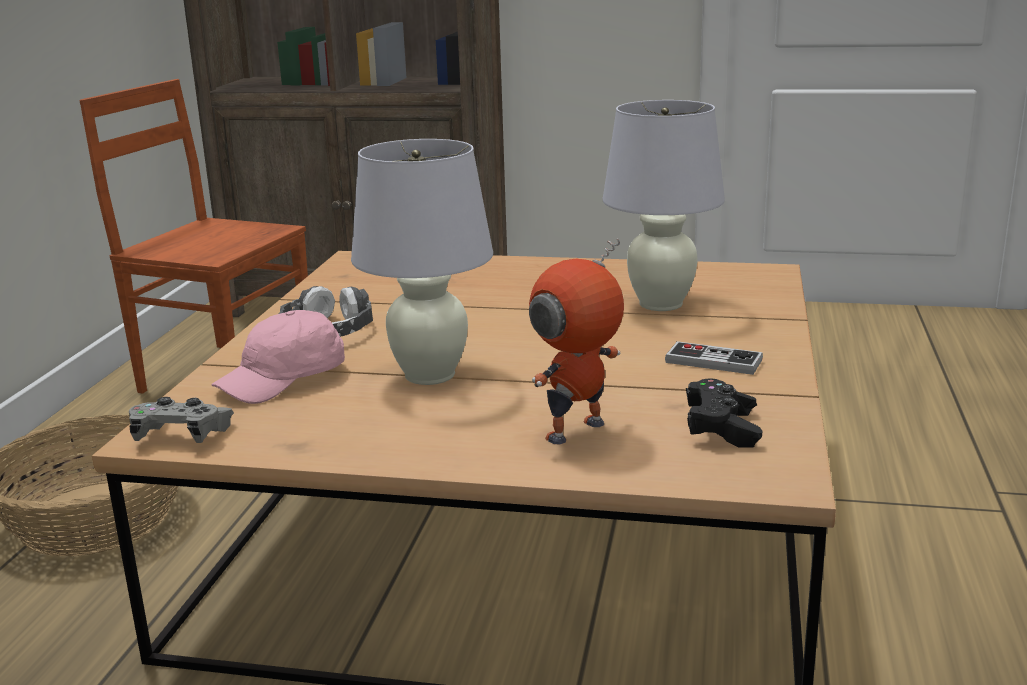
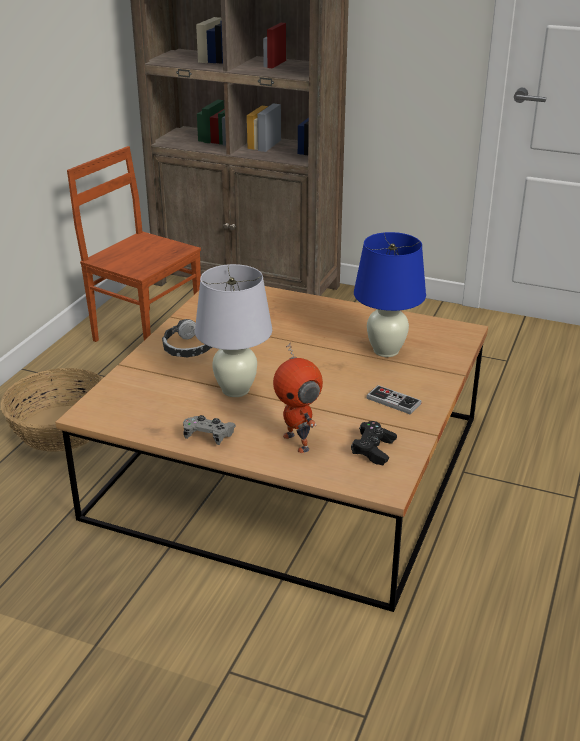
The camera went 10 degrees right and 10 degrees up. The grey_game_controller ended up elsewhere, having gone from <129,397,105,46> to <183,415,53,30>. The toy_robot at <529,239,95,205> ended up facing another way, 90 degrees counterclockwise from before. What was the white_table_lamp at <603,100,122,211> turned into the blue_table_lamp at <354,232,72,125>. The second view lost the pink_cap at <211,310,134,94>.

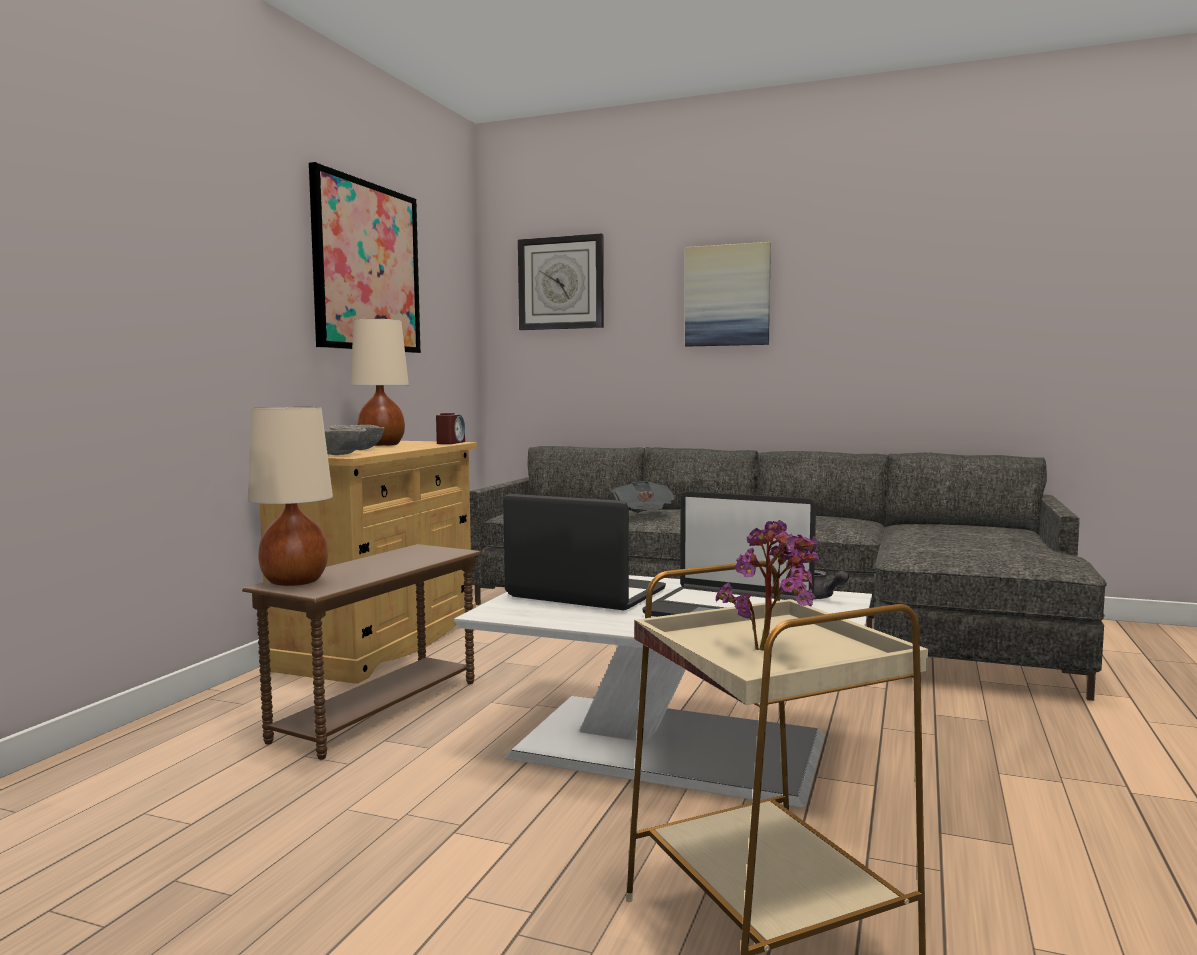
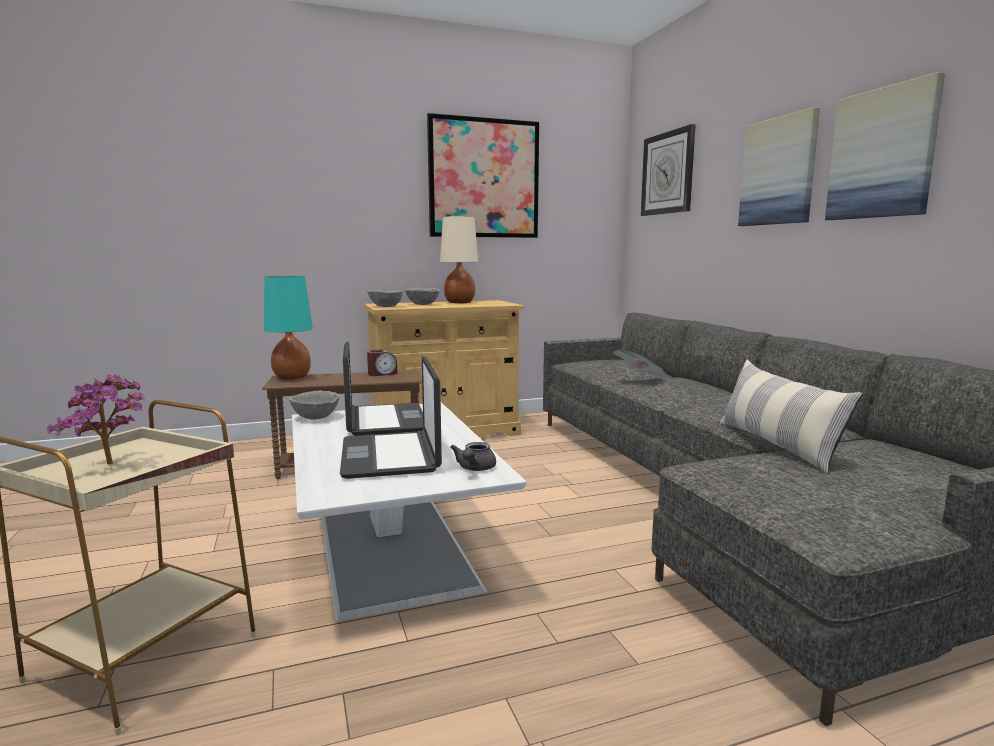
The camera went 50 degrees right and 5 degrees up. What was the beige_table_lamp at <248,407,85,179> turned into the turquoise_table_lamp at <264,276,49,104>. The second view gained the grey_bowl at <289,391,50,29>. The alarm_clock ended up elsewhere, having gone from <436,413,29,31> to <367,349,30,27>. The second view gained the pillow at <720,360,143,114>. The second view gained the picture at <825,72,120,148>.

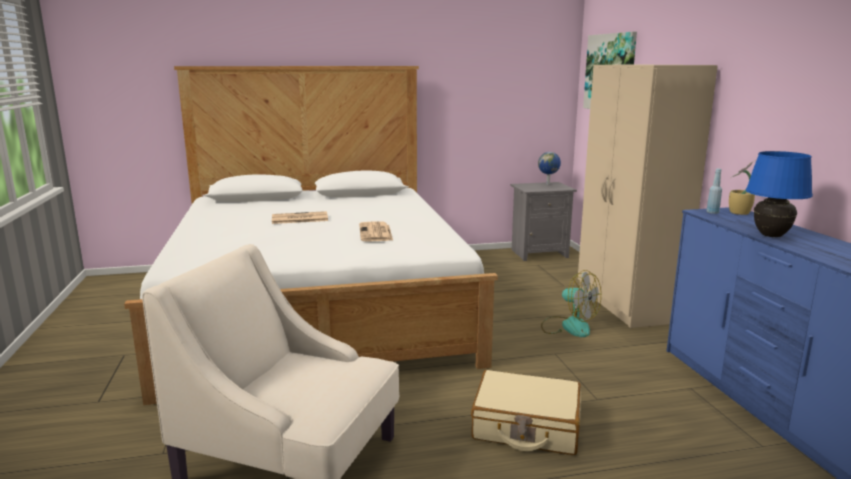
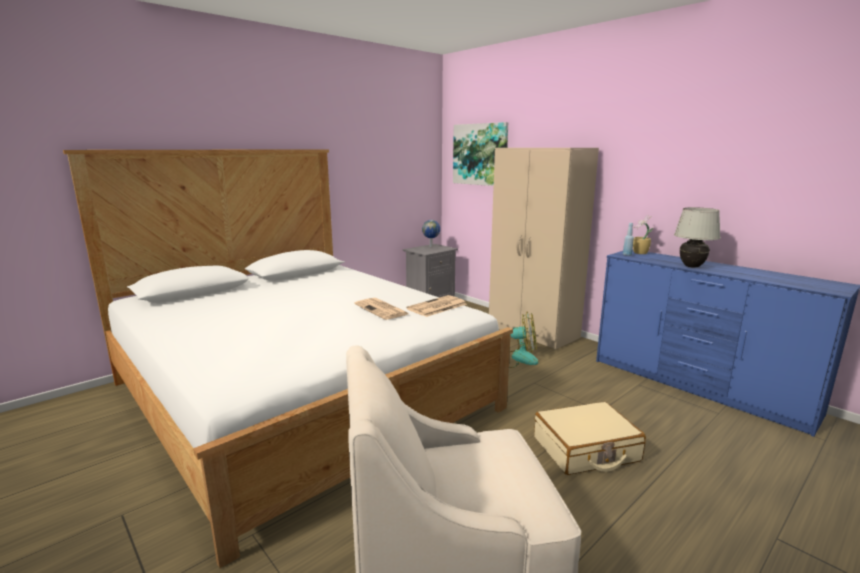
The camera went 30 degrees left and 0 degrees up. The newspaper ended up elsewhere, having gone from <272,211,56,13> to <407,295,60,22>. What was the blue_table_lamp at <746,151,67,86> turned into the white_table_lamp at <674,207,47,61>.

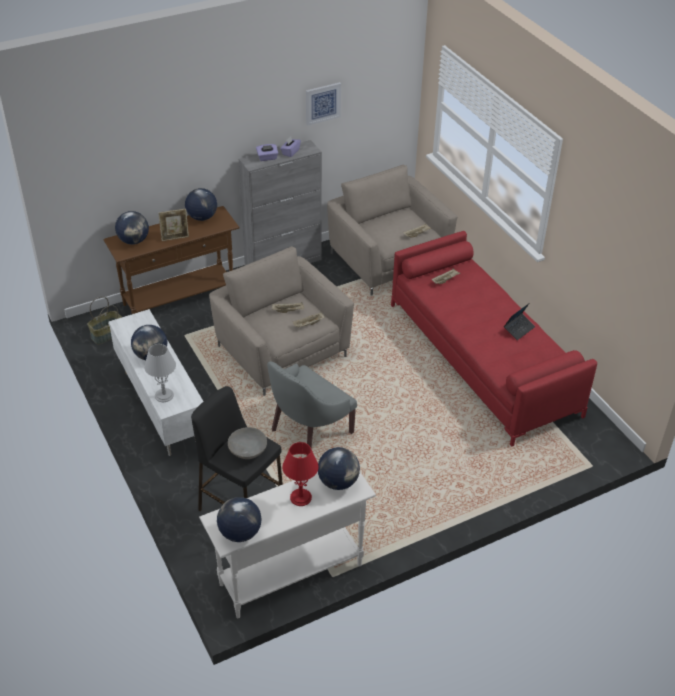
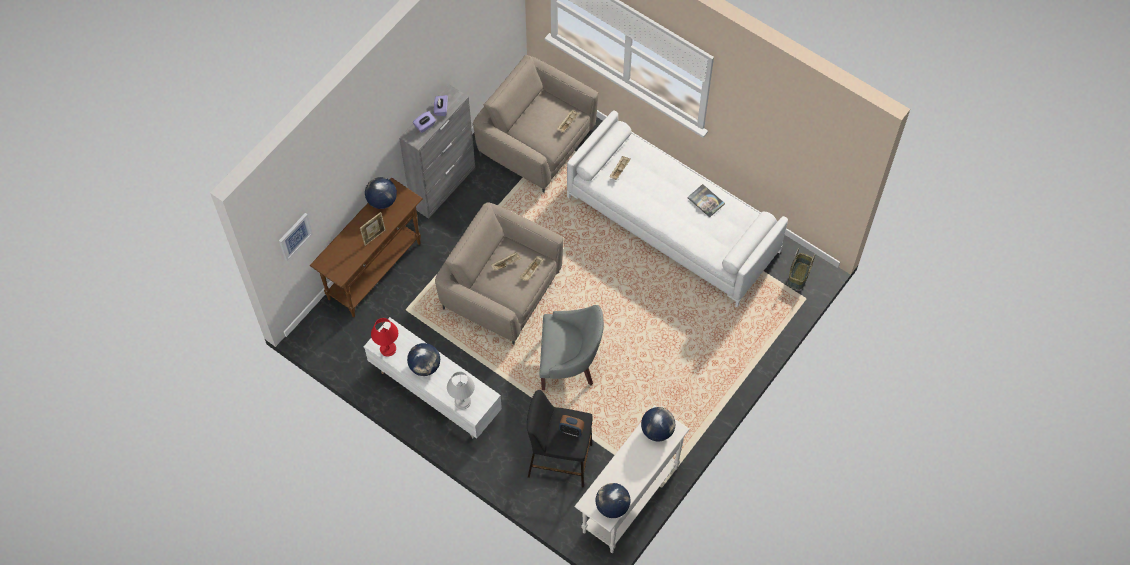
The camera went 25 degrees left and 20 degrees up. The picture ended up elsewhere, having gone from <306,82,35,44> to <279,213,34,48>. The red_table_lamp ended up elsewhere, having gone from <282,442,37,64> to <371,318,27,38>. The grey_armchair at <267,361,90,95> ended up facing another way, 105 degrees counterclockwise from before. Where the grey_bowl stood at <228,427,39,32>, the alarm_clock came to stand at <559,415,25,22>. What was the red_sofa at <391,231,206,216> turned into the white_sofa at <567,111,221,196>. Where the laptop stood at <504,304,31,36>, the book came to stand at <687,184,38,33>. The basket ended up elsewhere, having gone from <87,296,35,49> to <788,248,27,42>. The second view lost the globe at <115,211,34,34>.

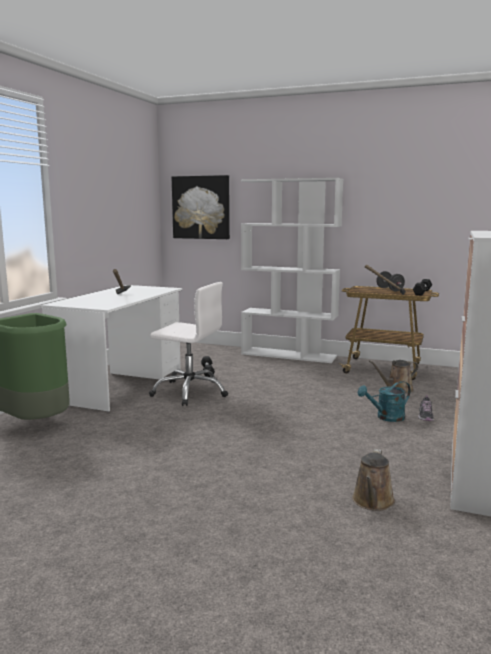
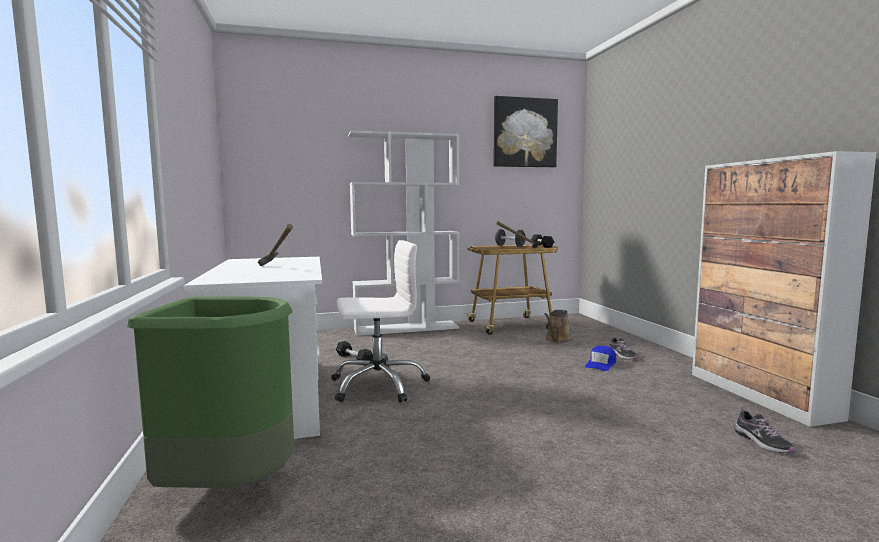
The camera went 35 degrees left and 5 degrees down. The picture ended up elsewhere, having gone from <172,175,58,64> to <493,96,65,71>. Where the turquoise_watering_can stood at <358,381,53,41>, the blue_cap came to stand at <585,346,31,25>. Where the brown_watering_can stood at <352,449,43,62>, the shoe came to stand at <734,408,61,45>.

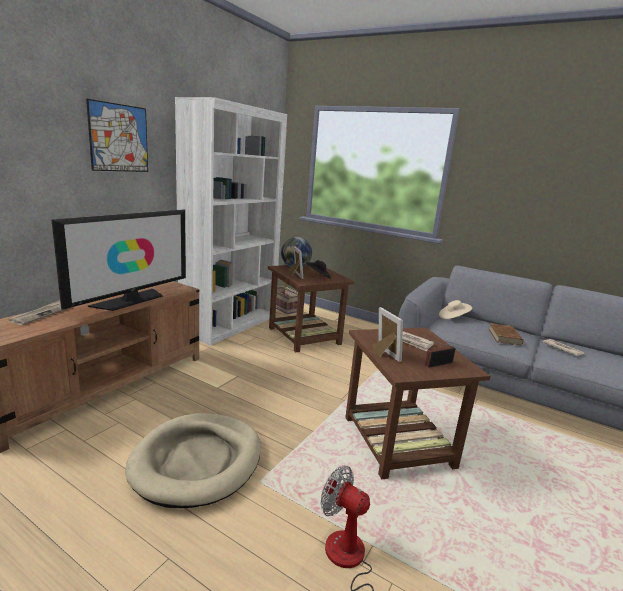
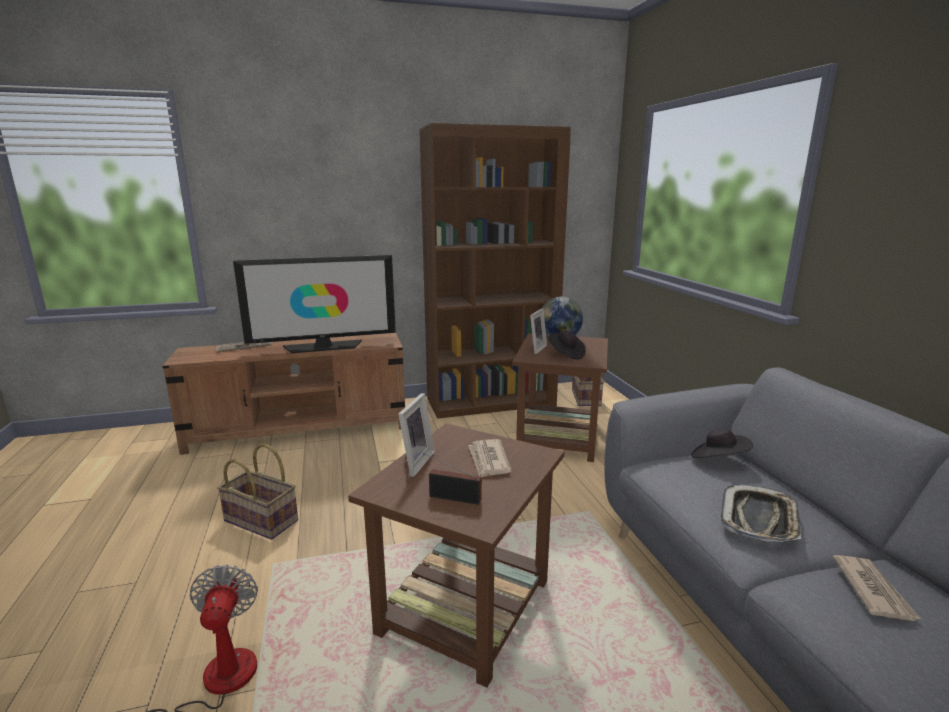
The camera went 45 degrees right and 0 degrees up. Where the beige_dog_bed stood at <125,413,136,95>, the basket came to stand at <217,443,81,97>. What was the white_bookcase at <175,97,112,249> turned into the brown_bookcase at <419,123,152,296>. What was the beige_hat at <439,300,33,19> turned into the black_hat at <691,429,62,29>. Where the brown_book stood at <489,323,34,23>, the tray came to stand at <721,484,81,58>. The second view lost the picture at <86,99,62,73>.

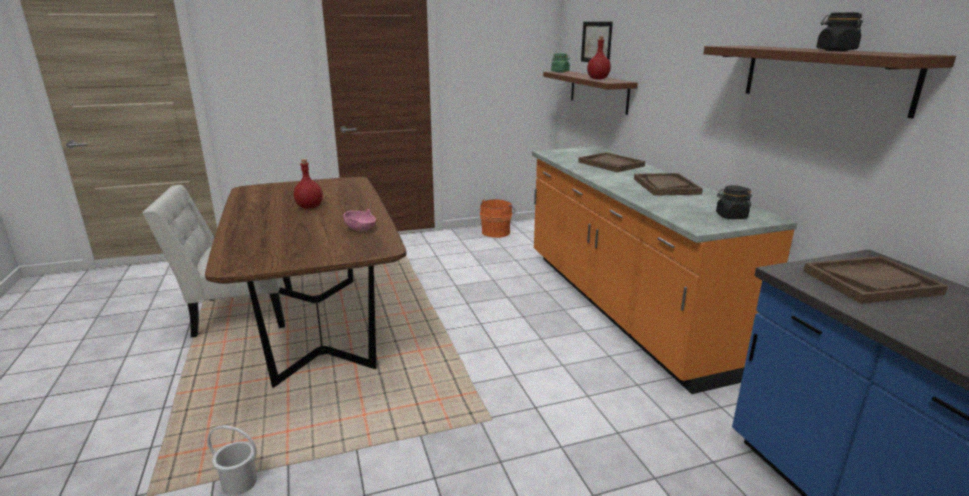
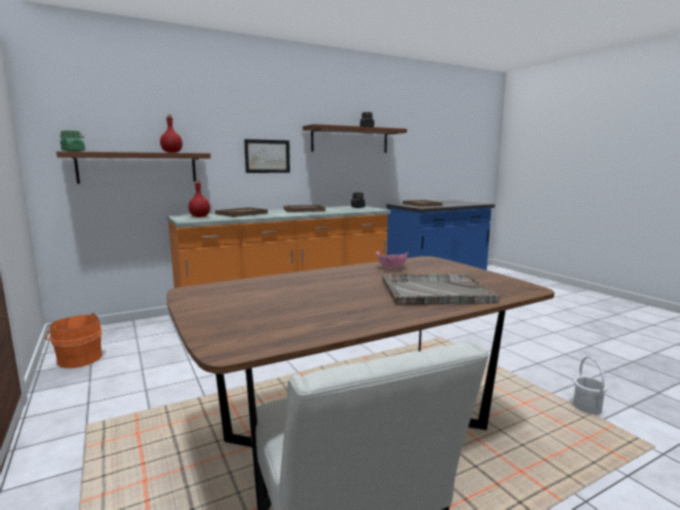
The camera went 100 degrees left and 10 degrees down. The red_bottle ended up elsewhere, having gone from <294,159,29,50> to <188,180,22,37>. The picture ended up elsewhere, having gone from <581,22,32,40> to <244,139,46,34>. The second view gained the grey_tray at <382,274,117,31>.

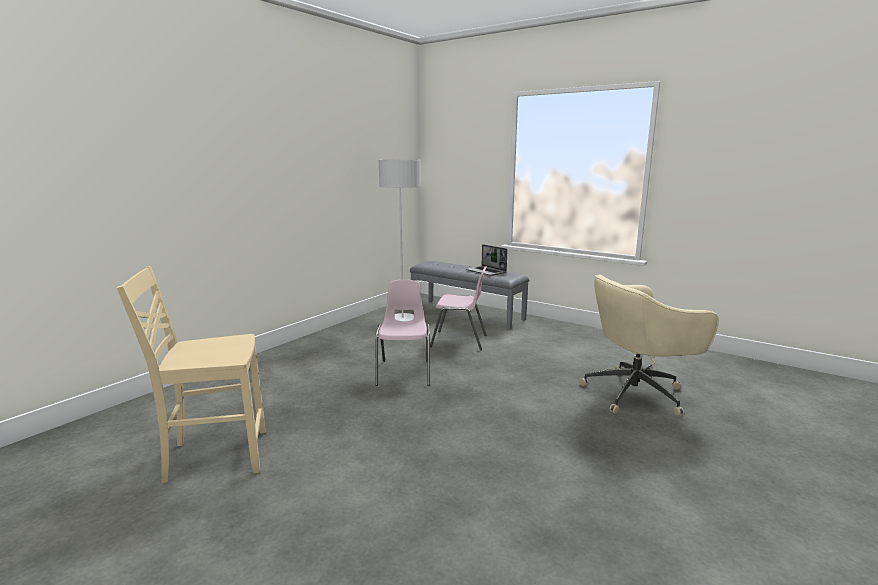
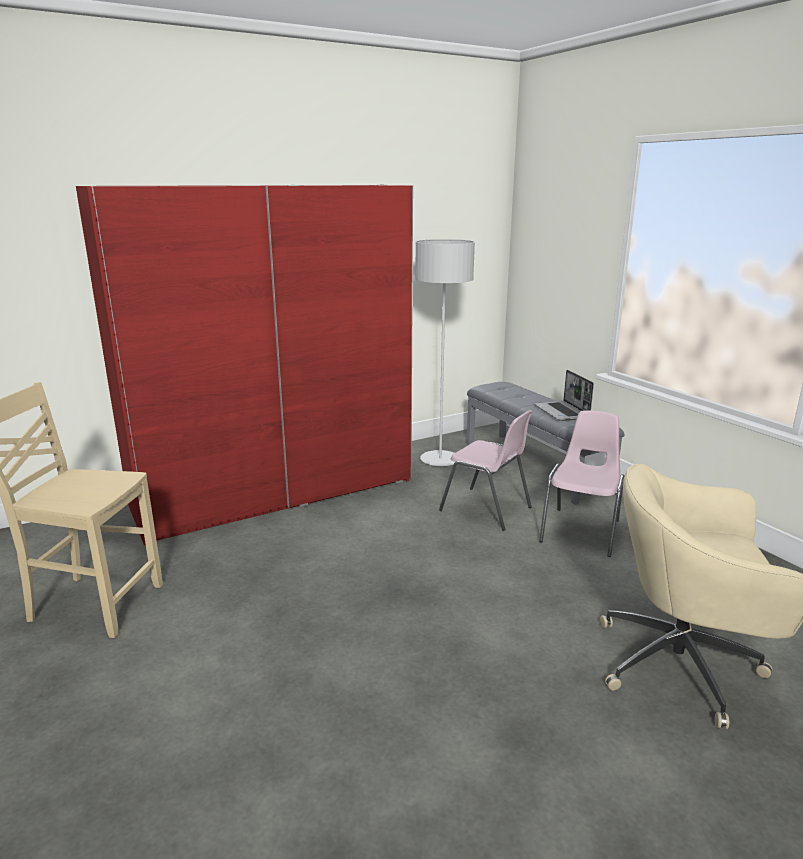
The camera went 25 degrees right and 5 degrees up. The second view gained the red_wardrobe at <76,185,337,360>. The pink_chair ended up elsewhere, having gone from <375,280,55,106> to <539,410,85,147>.

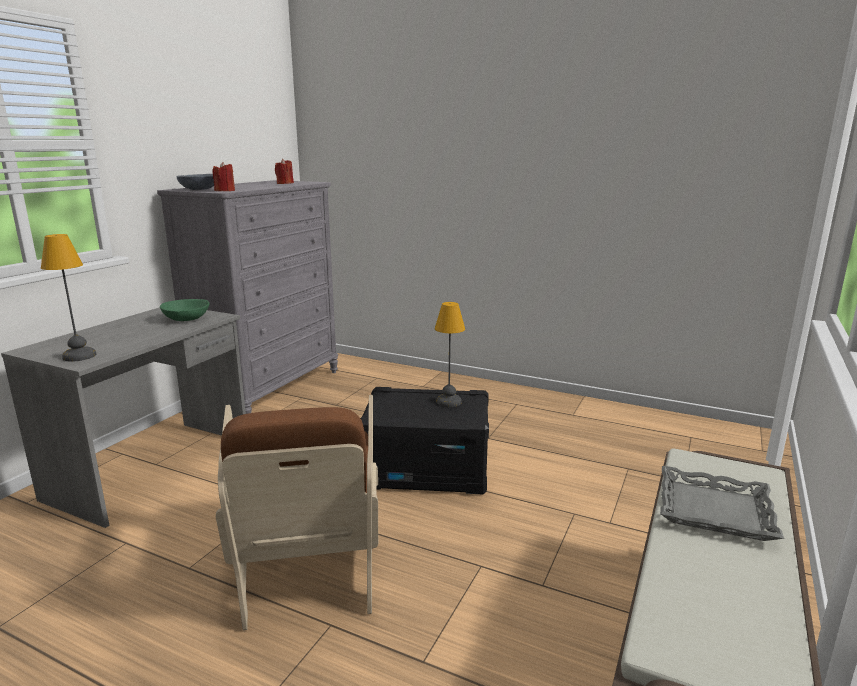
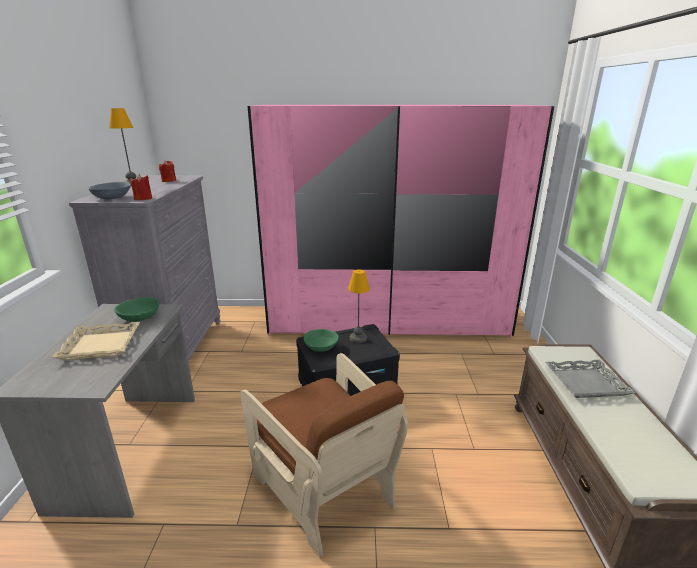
The camera went 25 degrees left and 5 degrees up. The second view gained the beige_tray at <51,322,89,38>. The table_lamp ended up elsewhere, having gone from <41,234,55,128> to <109,108,28,78>. The second view gained the pink_wardrobe at <248,105,306,232>. The second view gained the green_bowl at <304,329,35,23>.

